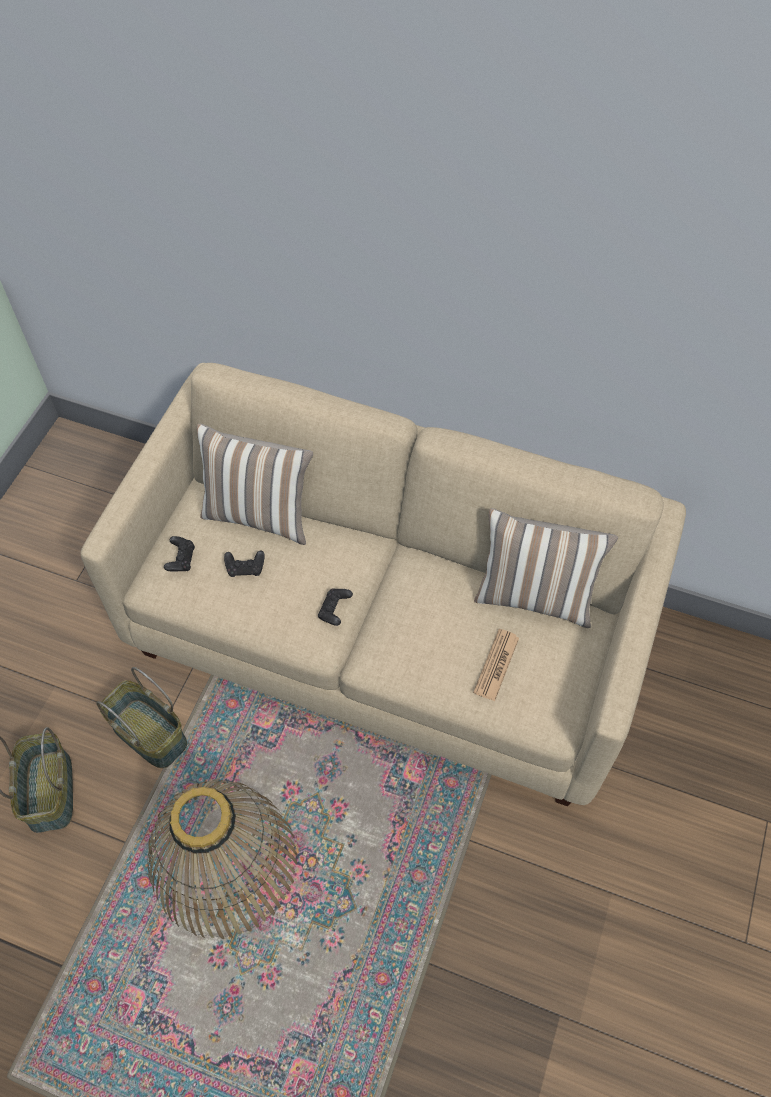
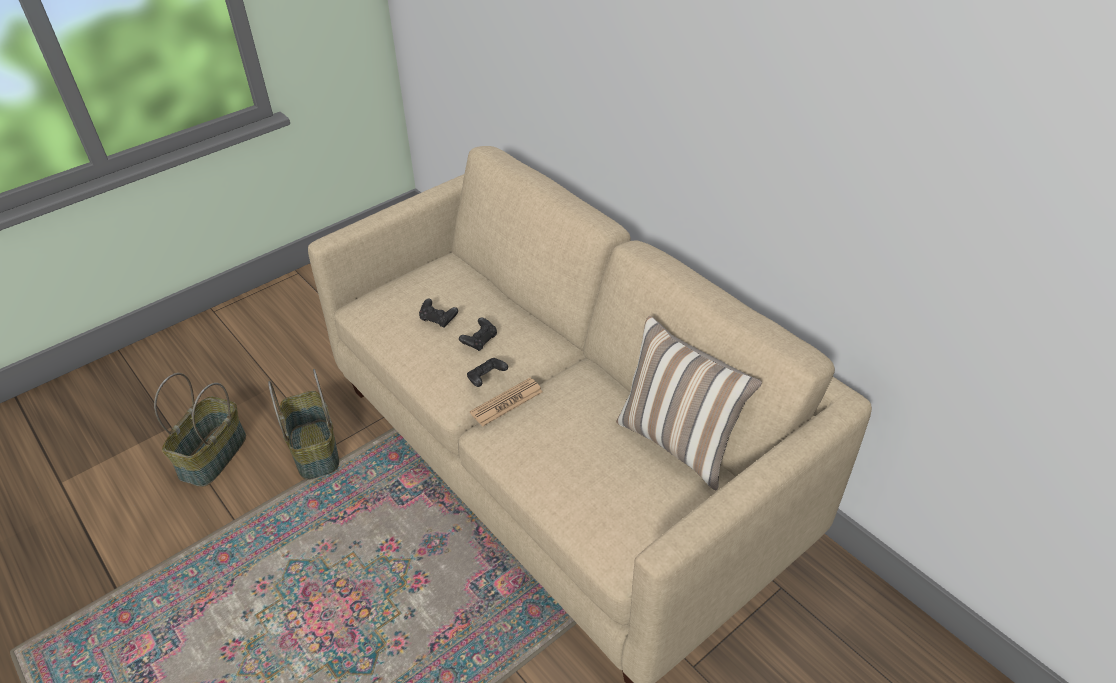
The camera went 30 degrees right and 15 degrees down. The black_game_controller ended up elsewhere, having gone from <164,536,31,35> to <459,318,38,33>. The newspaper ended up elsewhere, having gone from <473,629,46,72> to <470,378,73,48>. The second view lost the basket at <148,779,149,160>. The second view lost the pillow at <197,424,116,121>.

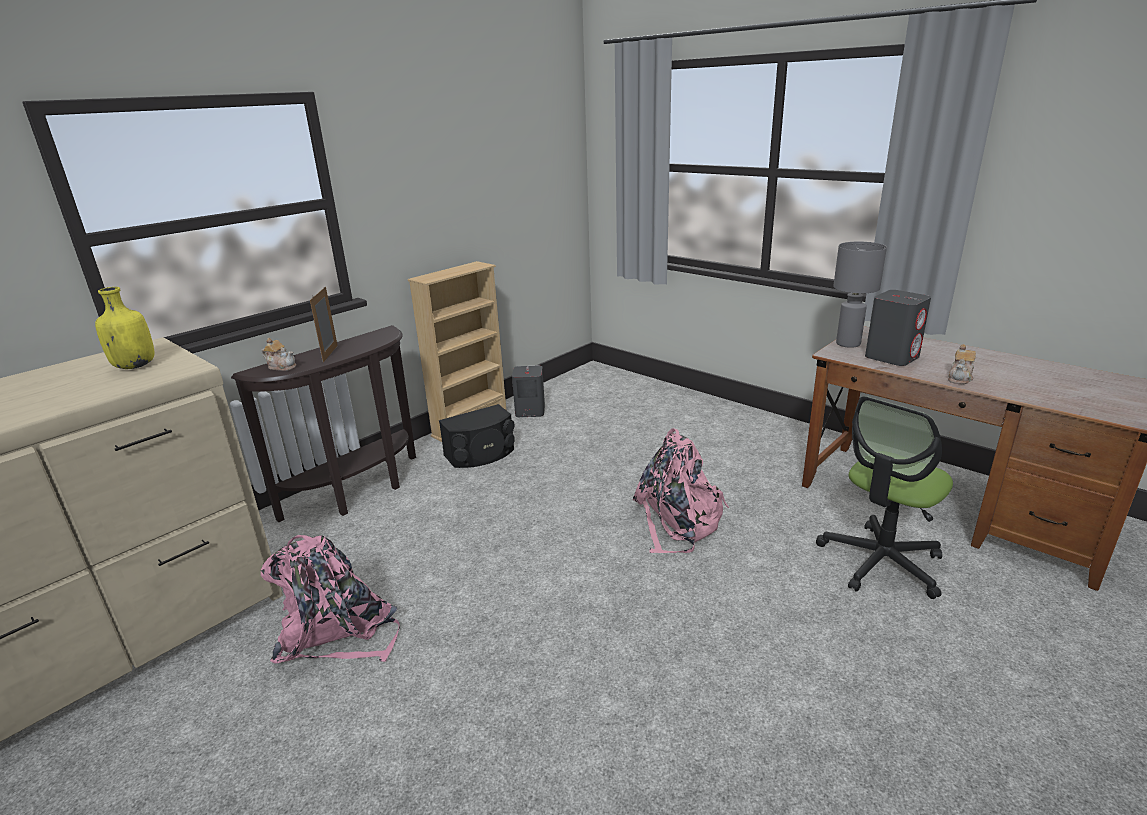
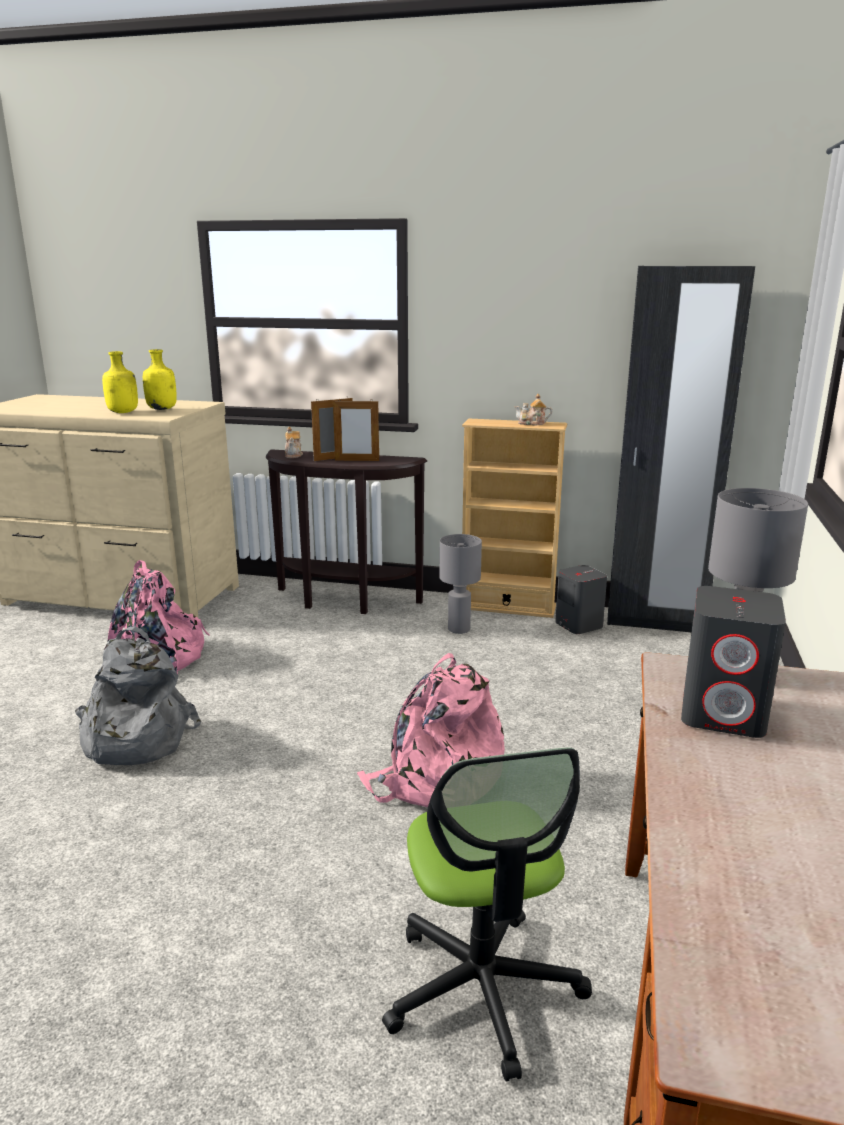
The camera went 60 degrees right and 5 degrees down. The second view gained the grey_backpack at <75,626,126,139>. The second view gained the yellow_bottle at <102,351,36,62>. The second view gained the picture_frame at <333,399,46,62>. The office_chair at <816,396,137,203> ended up facing another way, 120 degrees counterclockwise from before. Where the black_speaker stood at <439,404,76,64>, the grey_table_lamp came to stand at <439,534,43,100>. The teapot ended up elsewhere, having gone from <948,344,28,40> to <514,394,38,32>. The second view gained the black_wardrobe at <607,266,148,366>.

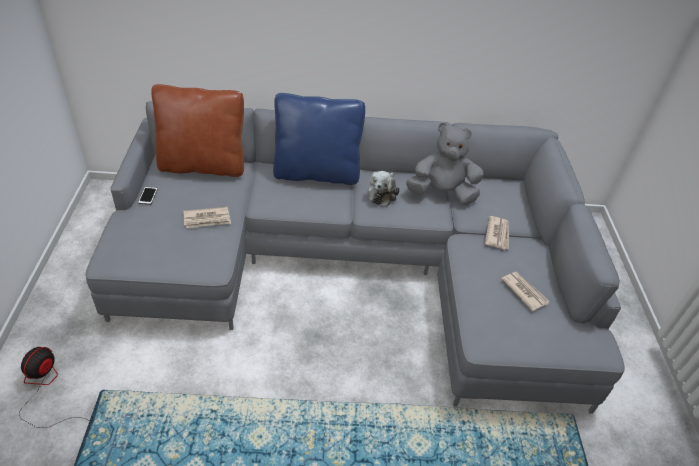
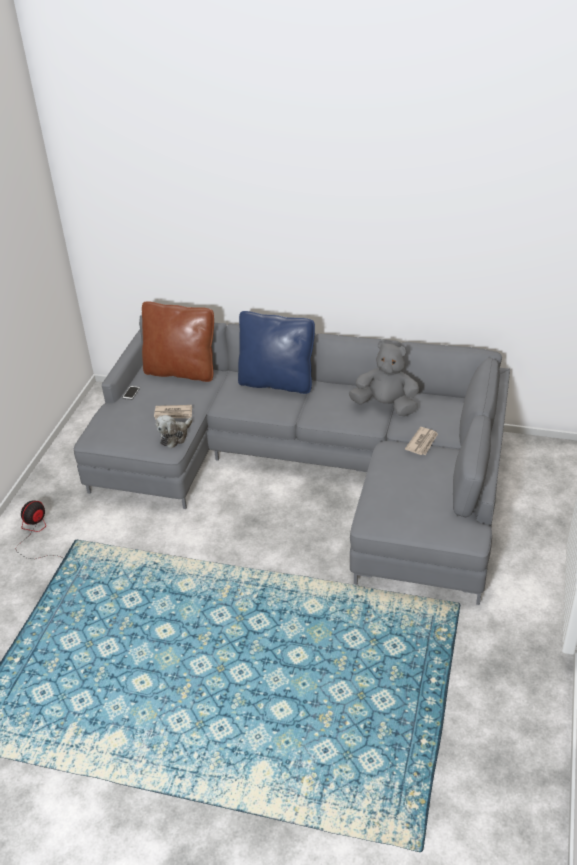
The camera went 20 degrees right and 5 degrees down. The plush_toy ended up elsewhere, having gone from <367,171,33,36> to <156,415,36,33>. The second view lost the newspaper at <501,272,48,39>.

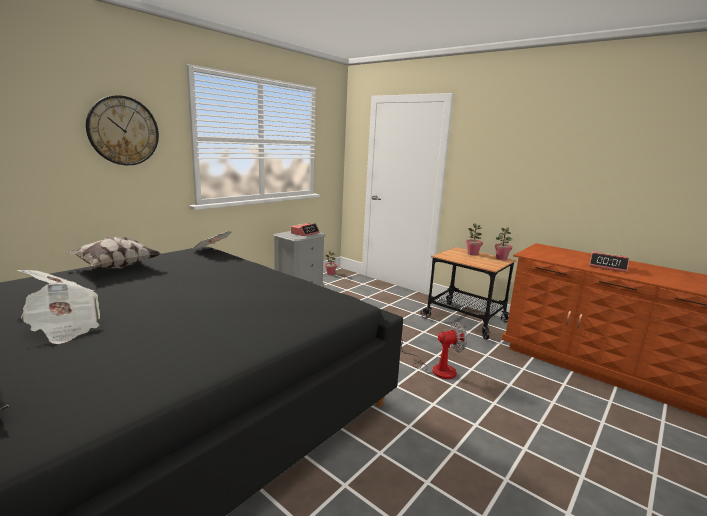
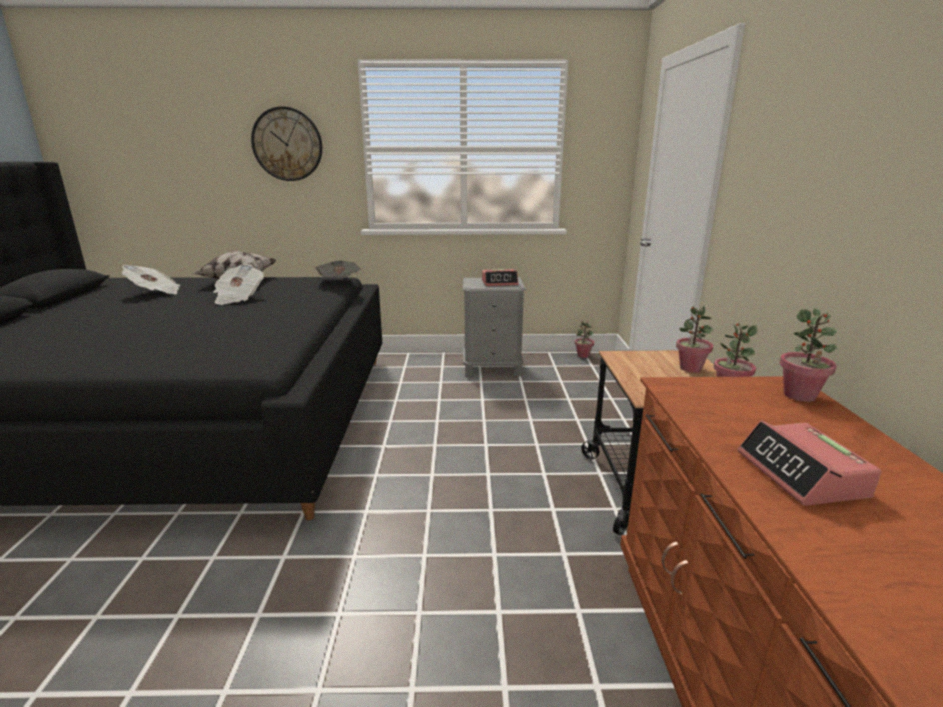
The camera went 50 degrees right and 5 degrees up. The newspaper ended up elsewhere, having gone from <21,282,79,62> to <213,264,51,41>. The second view gained the potted_plant at <780,308,58,94>. The second view lost the fan at <401,322,66,57>.

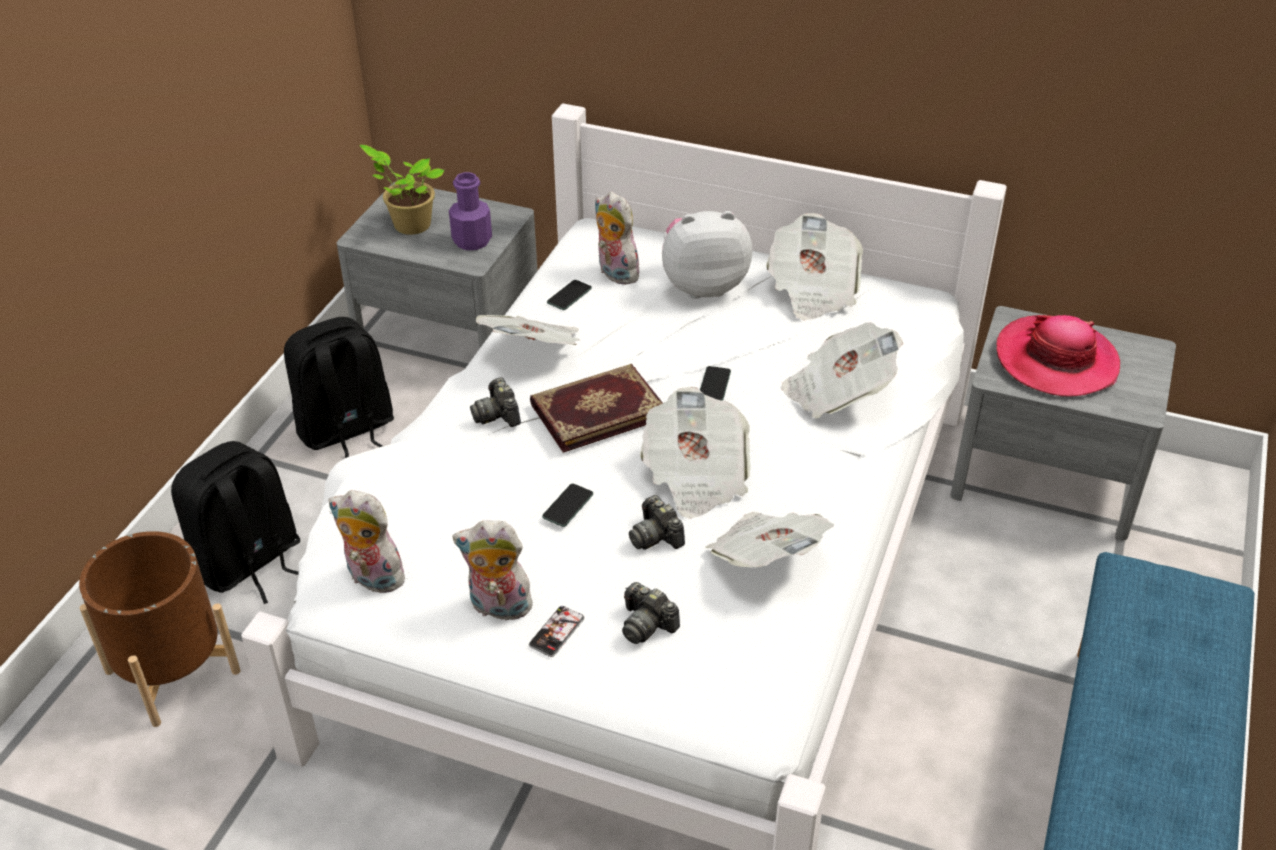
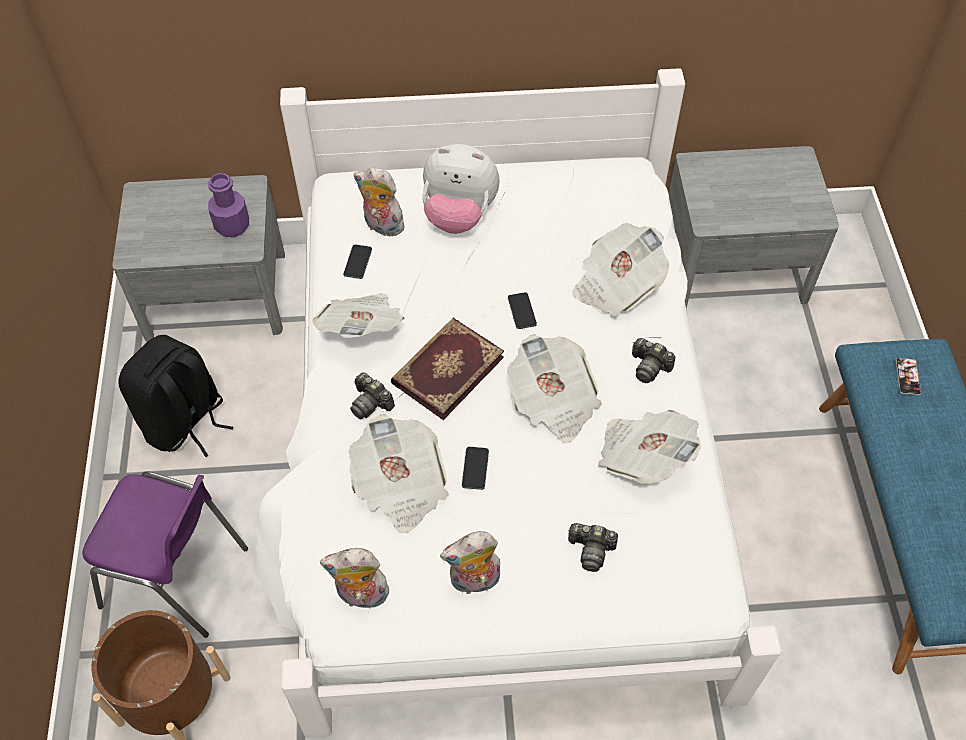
The camera went 25 degrees left and 15 degrees up. Where the black_backpack stood at <171,441,129,163>, the purple_chair came to stand at <82,472,166,166>. The newspaper ended up elsewhere, having gone from <766,213,97,107> to <348,414,101,119>. The plush_toy at <662,211,90,88> ended up facing another way, 135 degrees counterclockwise from before. The photo_camera ended up elsewhere, having gone from <629,495,56,55> to <632,338,44,45>. The phone ended up elsewhere, having gone from <529,606,56,51> to <896,358,25,37>. The second view lost the potted_plant at <360,145,85,90>. The second view lost the hat at <997,315,123,82>.

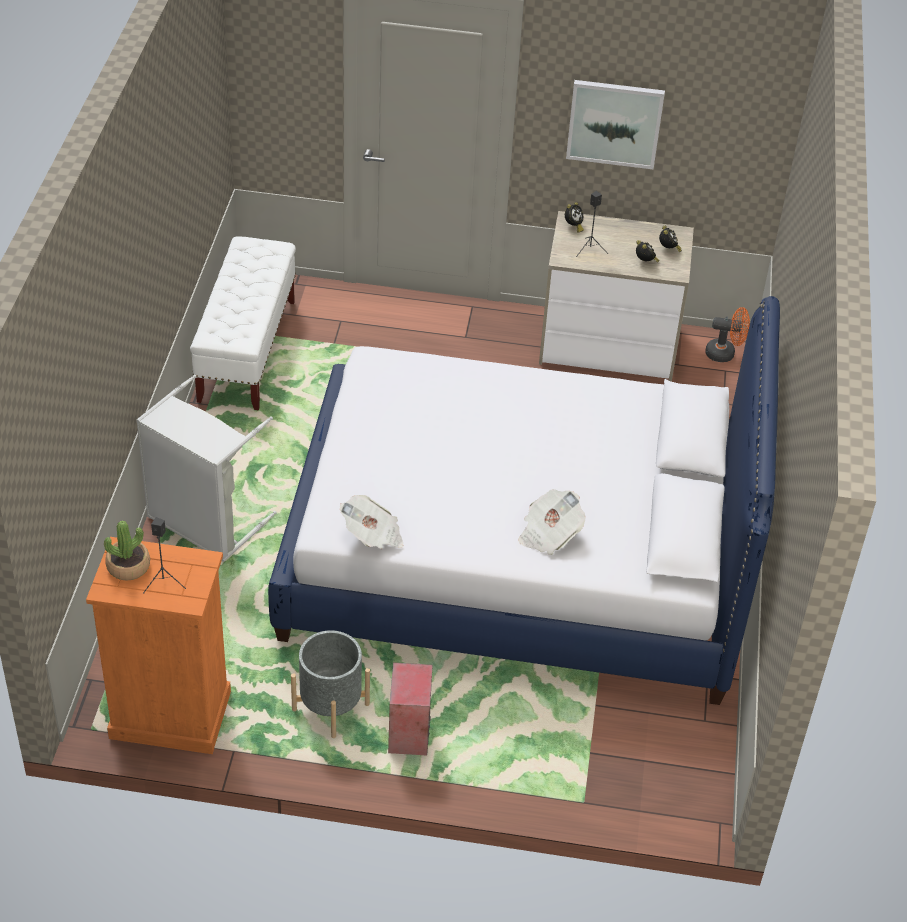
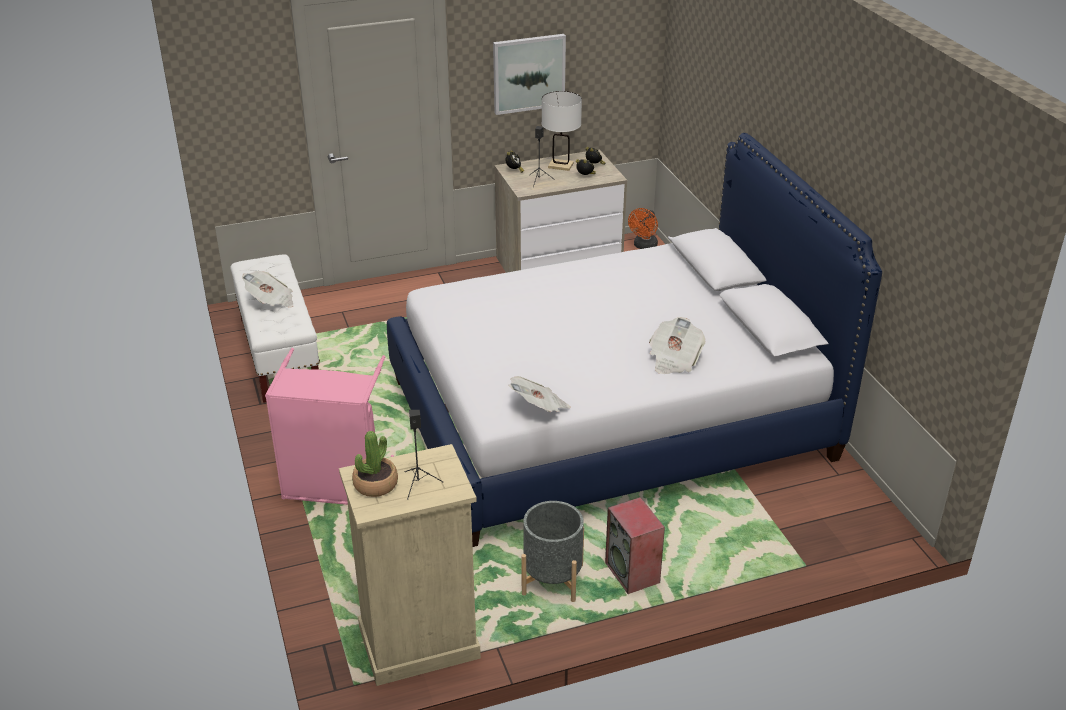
The camera went 25 degrees left and 10 degrees down. The second view gained the newspaper at <242,271,51,36>. What was the grey_laundry_basket at <136,375,141,187> turned into the pink_laundry_basket at <265,348,129,157>. What was the orange_dresser at <86,537,145,217> turned into the beige_dresser at <339,444,142,242>. The second view gained the white_table_lamp at <542,91,40,80>. The orange_fan at <705,307,45,55> ended up facing another way, 135 degrees clockwise from before.

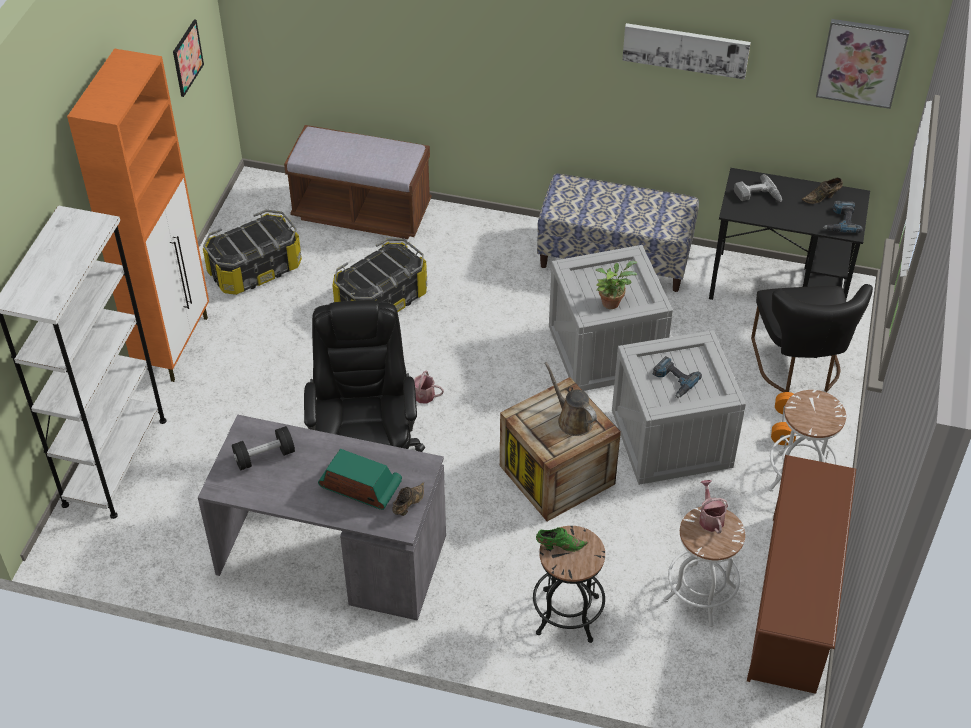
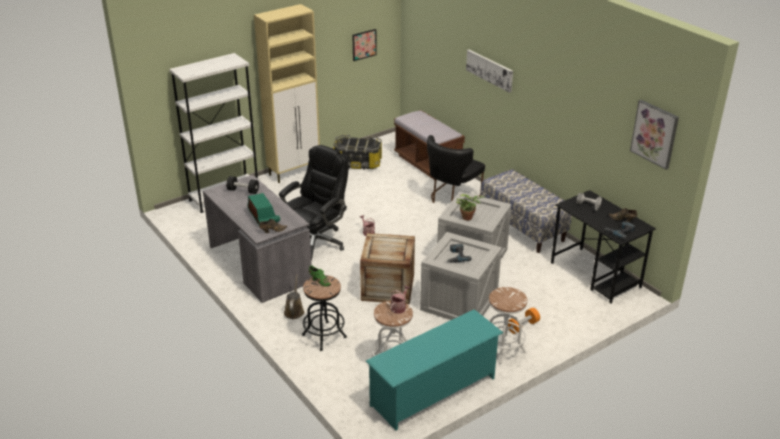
The camera went 40 degrees right and 15 degrees down. What was the orange_cabinet at <67,49,142,333> turned into the beige_cabinet at <254,4,66,179>. The brown_watering_can ended up elsewhere, having gone from <545,362,52,74> to <284,274,20,45>. What was the brown_shoe_rack at <747,455,109,239> turned into the turquoise_shoe_rack at <366,309,137,122>. The black_chair ended up elsewhere, having gone from <751,284,122,108> to <427,135,58,68>. The picture ended up elsewhere, having gone from <622,23,129,57> to <466,49,47,44>. The second view lost the storage_box at <332,238,95,74>.

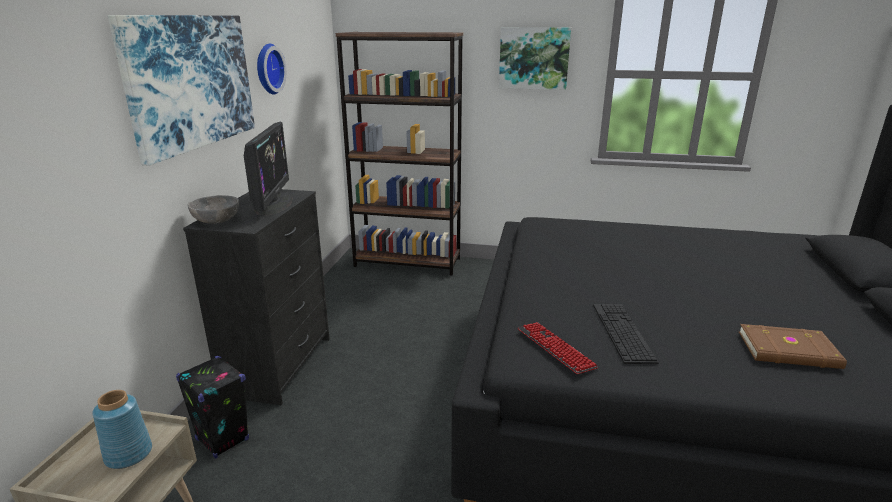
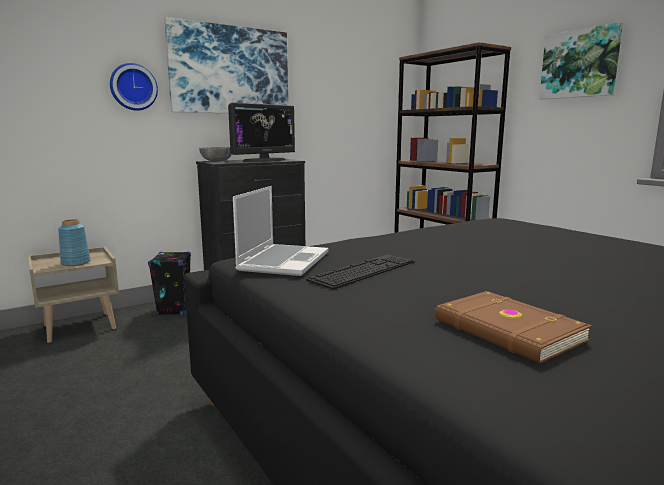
The camera went 45 degrees right and 10 degrees down. The wall_clock ended up elsewhere, having gone from <257,44,30,51> to <110,63,48,48>. Where the keyboard stood at <518,322,80,52>, the laptop came to stand at <233,186,96,90>.

